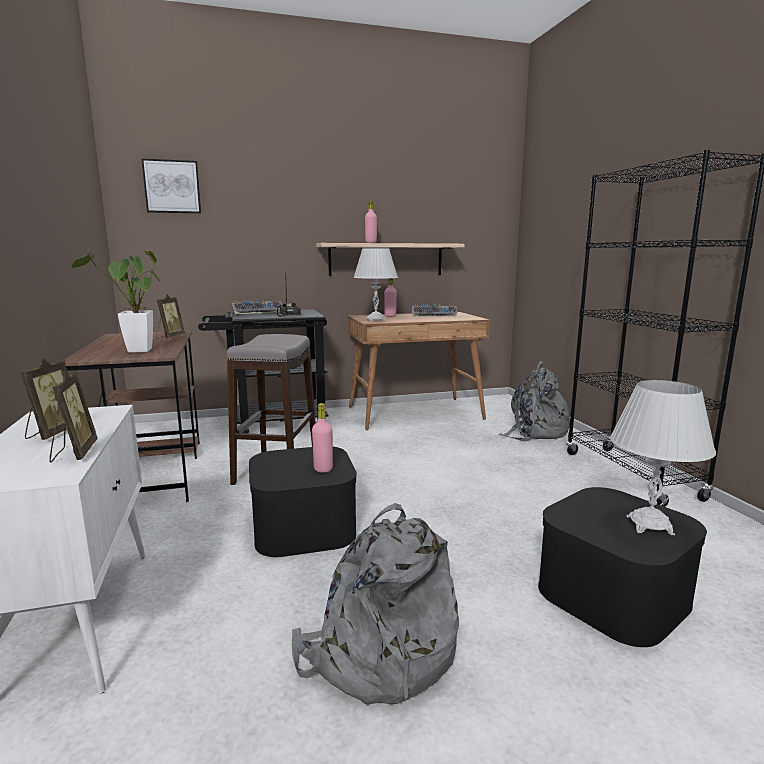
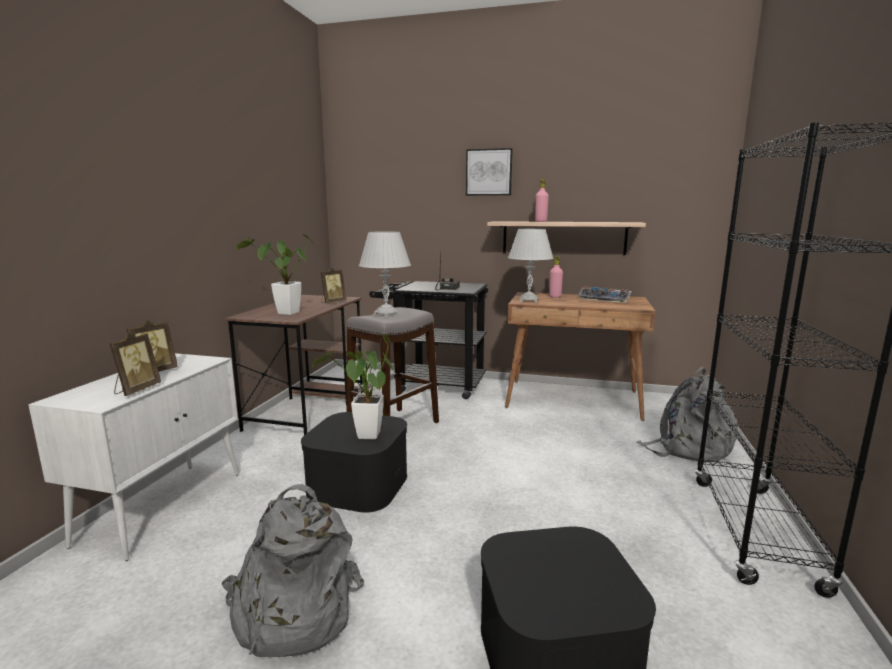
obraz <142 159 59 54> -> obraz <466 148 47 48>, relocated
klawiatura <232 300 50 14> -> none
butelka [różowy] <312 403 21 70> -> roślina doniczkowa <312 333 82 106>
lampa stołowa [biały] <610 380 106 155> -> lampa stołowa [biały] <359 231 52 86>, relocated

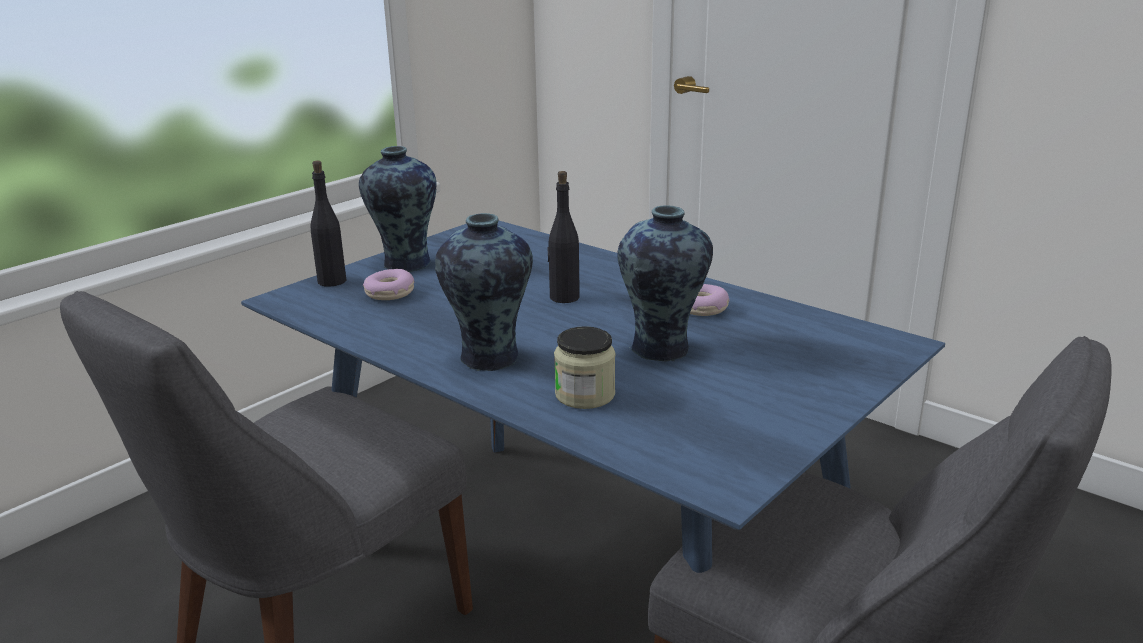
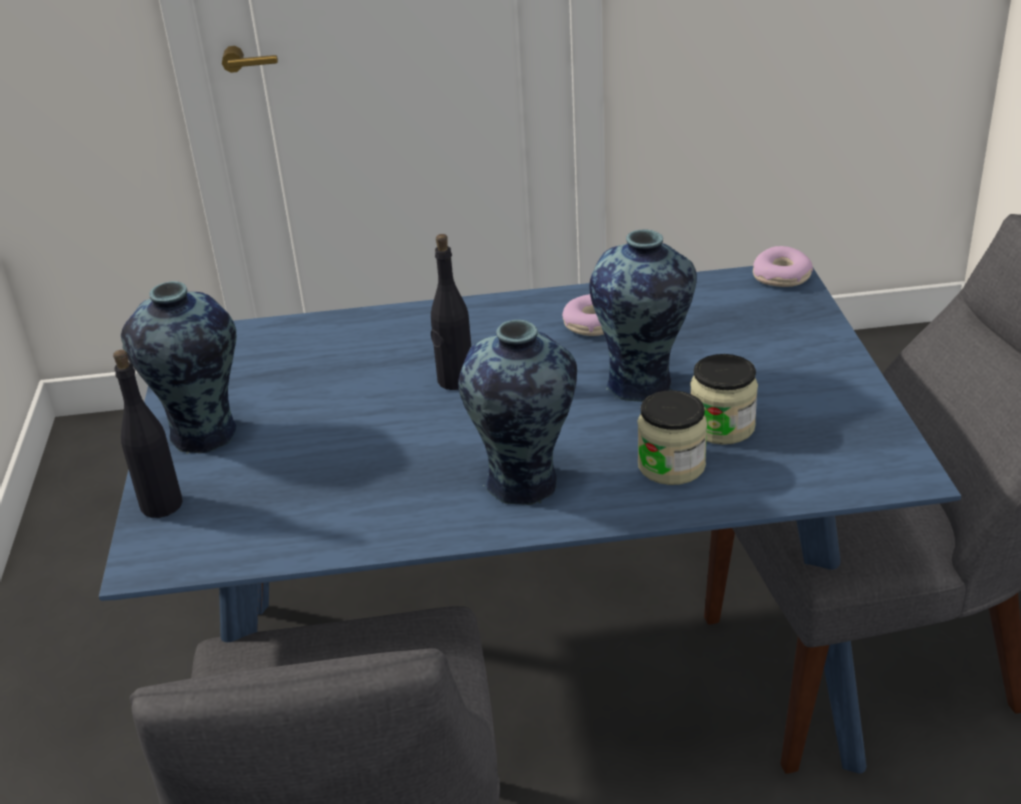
donut <363 269 51 31> -> donut <753 246 60 41>, relocated
none -> słoik <690 354 68 91>

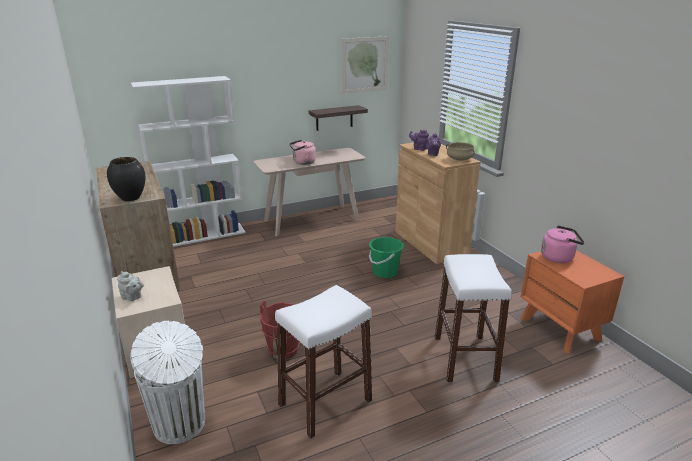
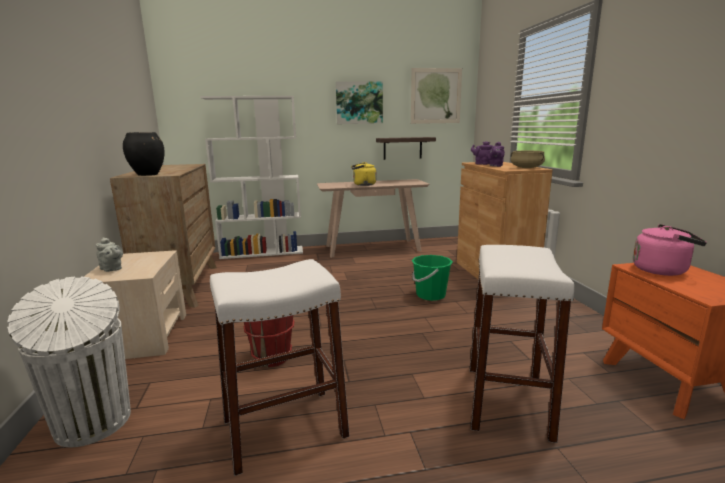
czajnik [różowy] <289 140 27 25> -> czajnik [żółty] <351 162 25 24>
none -> obraz <336 81 47 43>

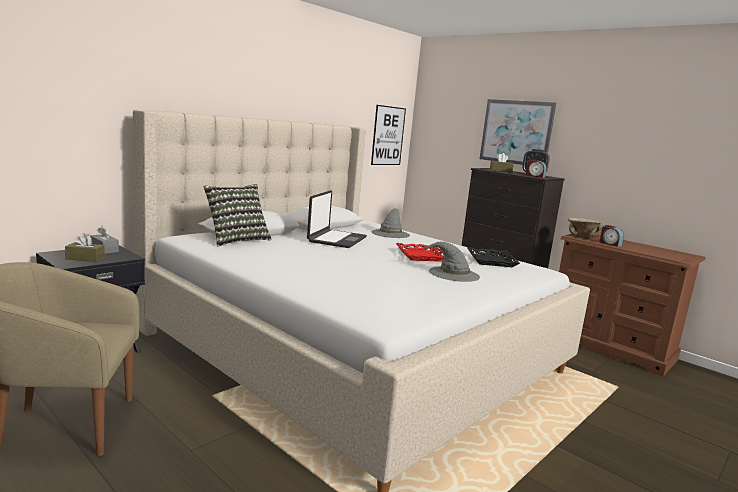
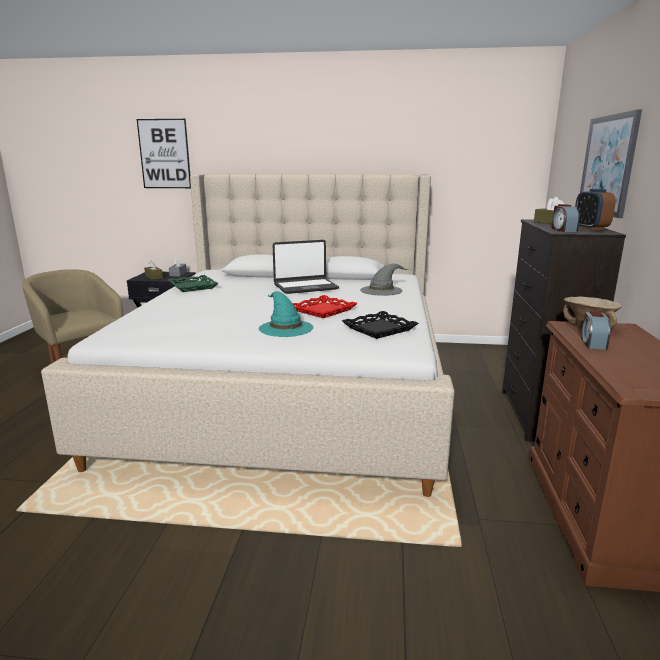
poduszka <203 184 69 63> -> none
obraz <371 105 35 60> -> obraz <137 119 54 69>, relocated
kapelusz [szary] <421 242 59 40> -> kapelusz [turkusowy] <259 291 54 46>
none -> taca [zielony] <168 275 51 17>

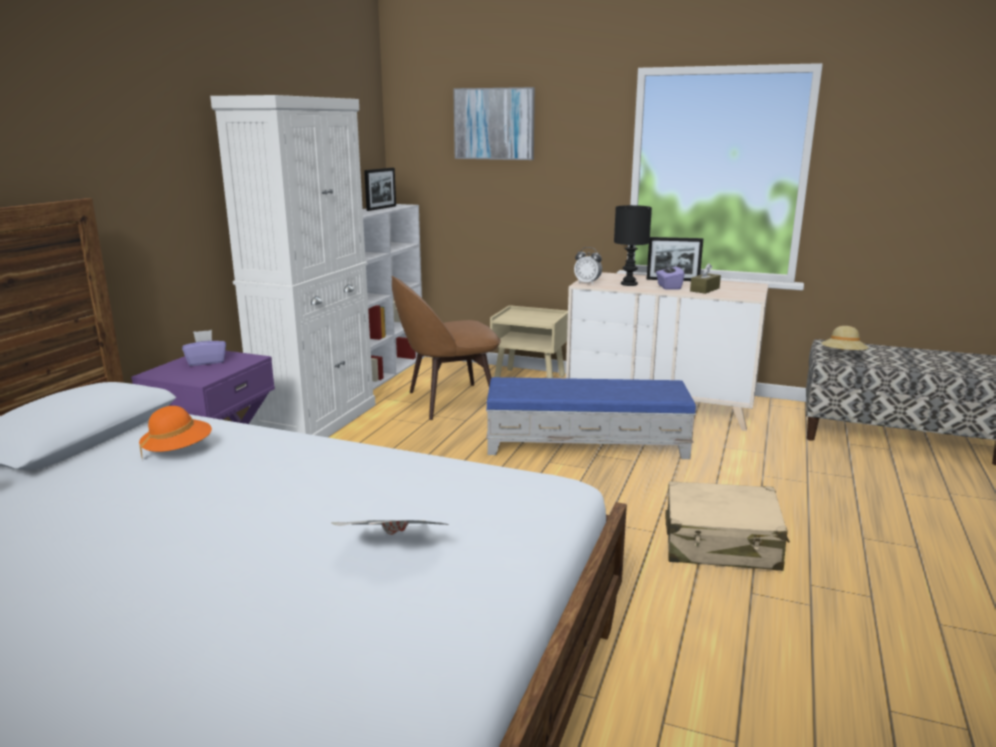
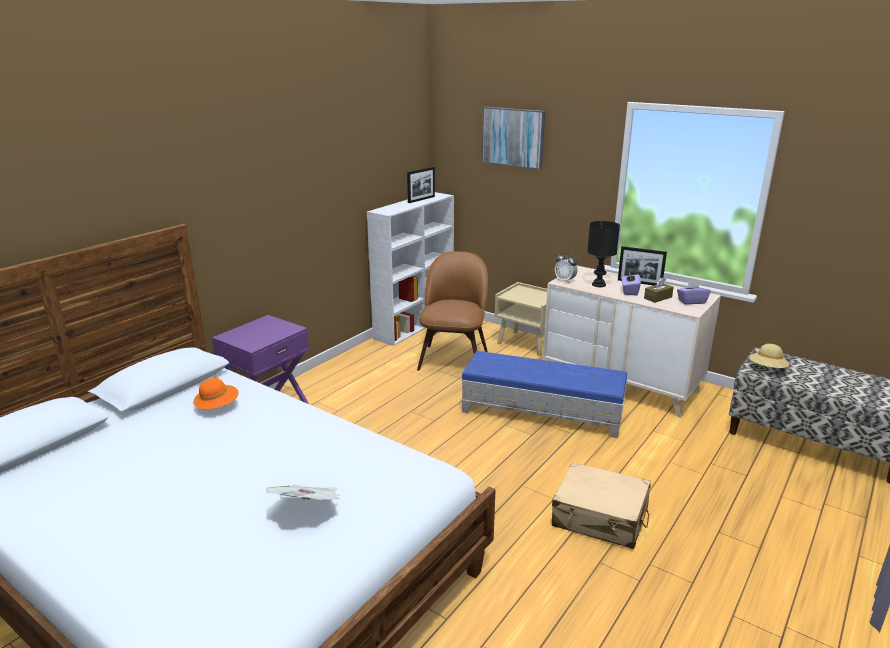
pudełko chusteczek [fioletowy] <182 330 44 36> -> pudełko chusteczek [fioletowy] <677 280 34 25>, relocated
szafka [biały] <210 95 166 342> -> none
krzesło [brązowy] <391 276 110 144> -> krzesło [brązowy] <417 251 71 120>, 105 degrees clockwise

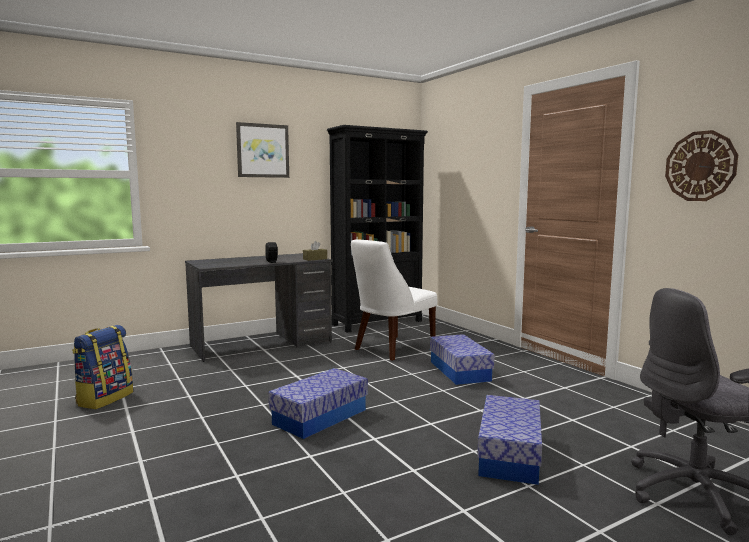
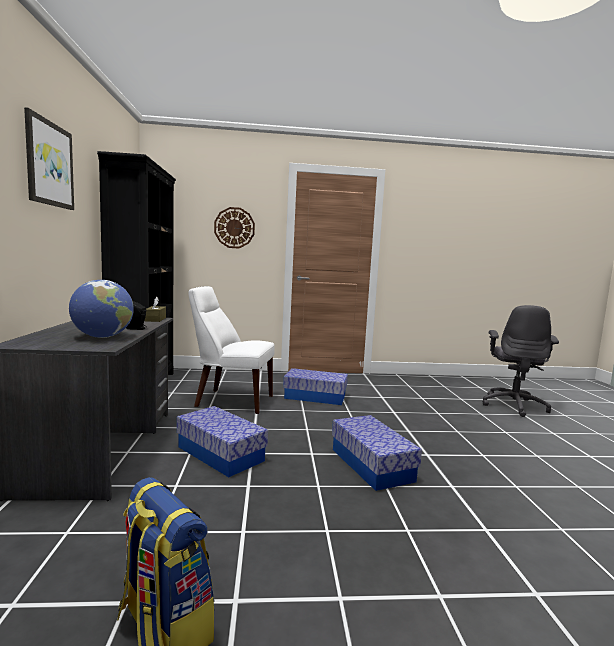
krzesło [biały] <351 239 86 122> -> krzesło [biały] <189 286 86 128>, 120 degrees clockwise
pojemnik do przechowywania <477 395 65 90> -> pojemnik do przechowywania <177 406 91 71>, relocated
zegar ścienny <665 130 73 71> -> zegar ścienny <214 207 41 42>, relocated
none -> globus <69 280 65 58>

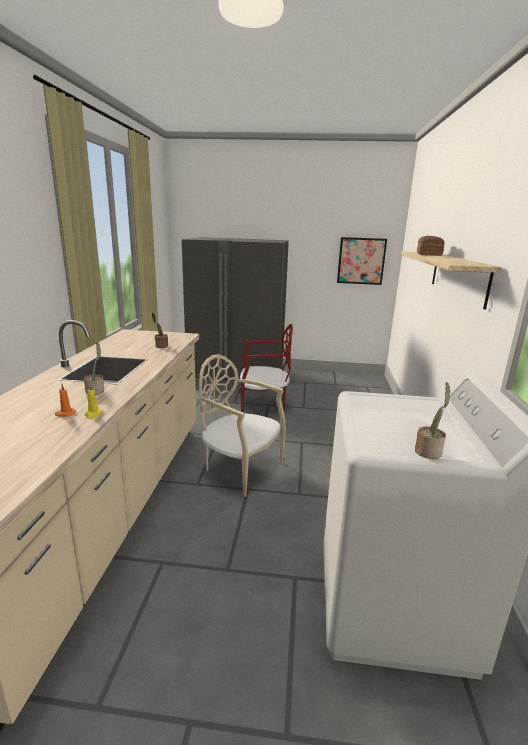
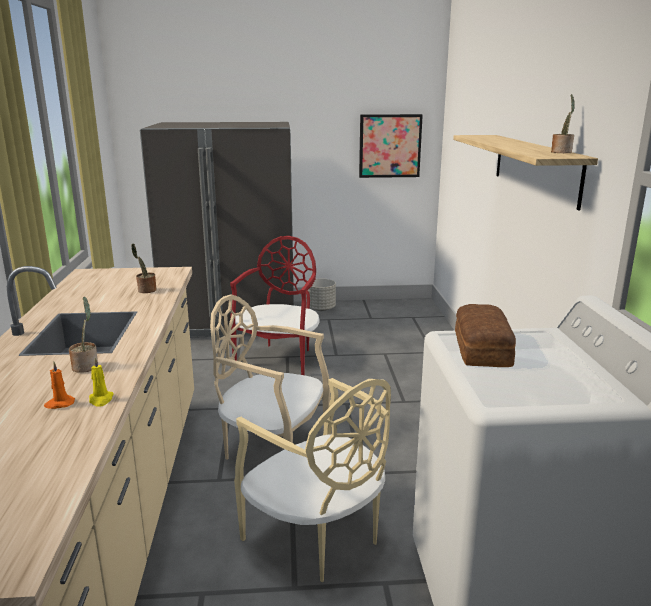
krzesło [czerwony] <240 324 53 88> -> krzesło [czerwony] <230 236 90 139>, 60 degrees counterclockwise
roślina doniczkowa <415 382 36 77> -> roślina doniczkowa <551 94 24 59>, relocated
chleb <417 236 28 20> -> chleb <455 304 61 63>, relocated
none -> krzesło [beżowy] <234 378 157 204>
none -> donica [szary] <308 279 28 32>

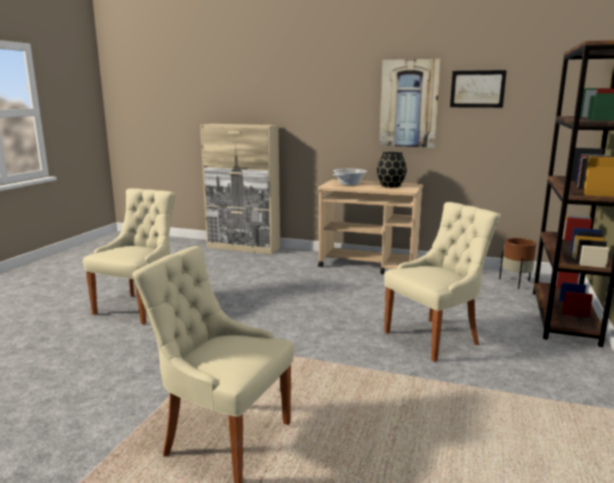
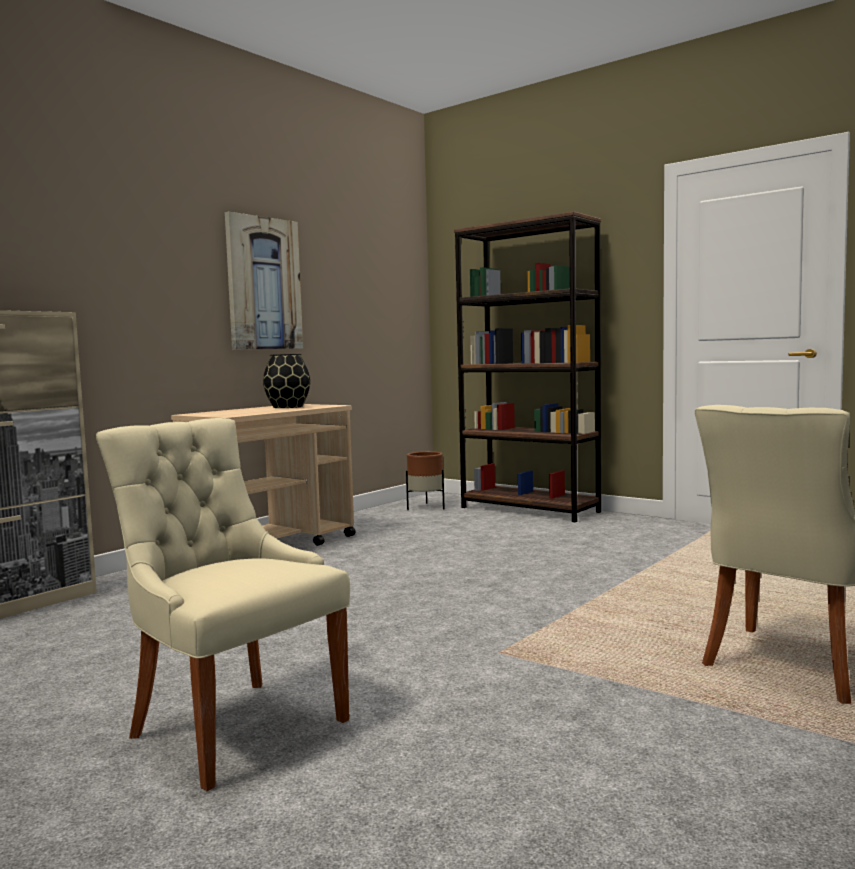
garnek <333 169 34 17> -> none
krzesło [beżowy] <384 202 117 160> -> none
obraz <450 70 57 38> -> none

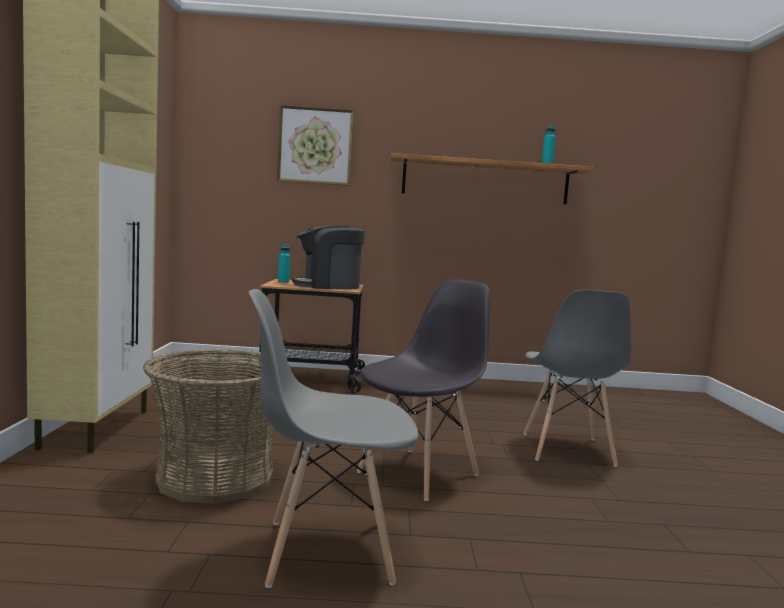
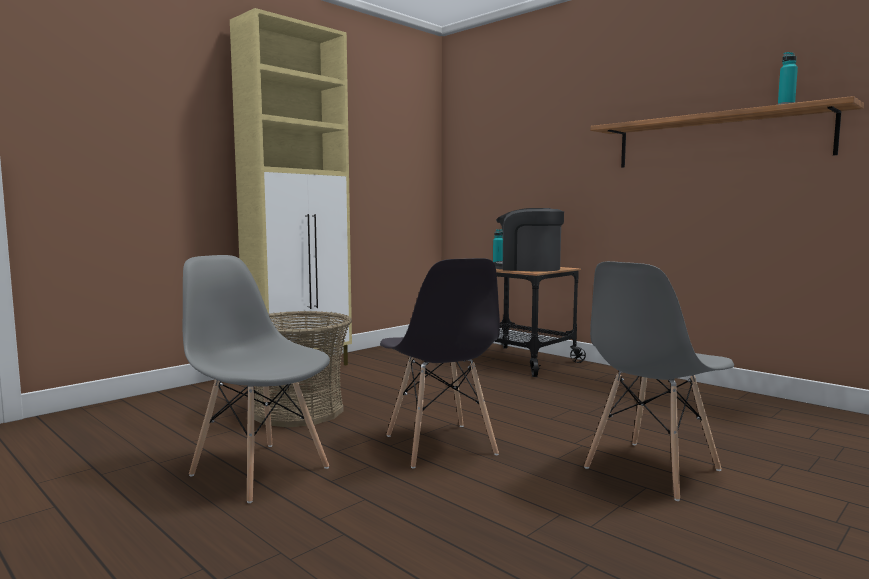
obraz <277 105 77 81> -> none
krzesło [szary] <357 279 133 222> -> krzesło [szary] <380 258 120 211>, 75 degrees clockwise

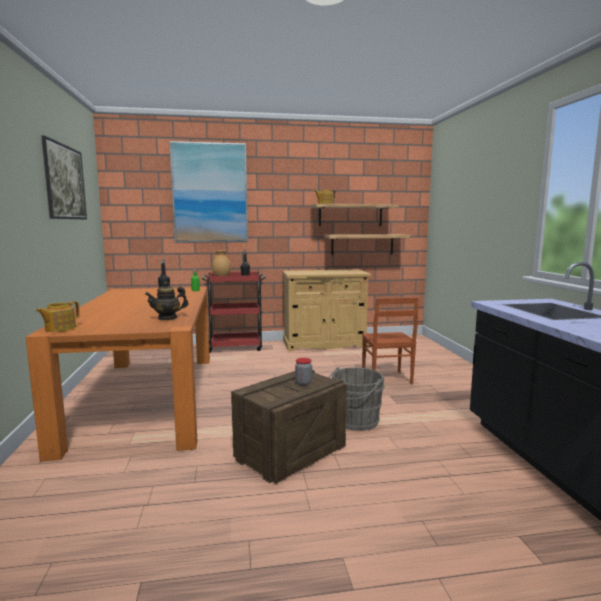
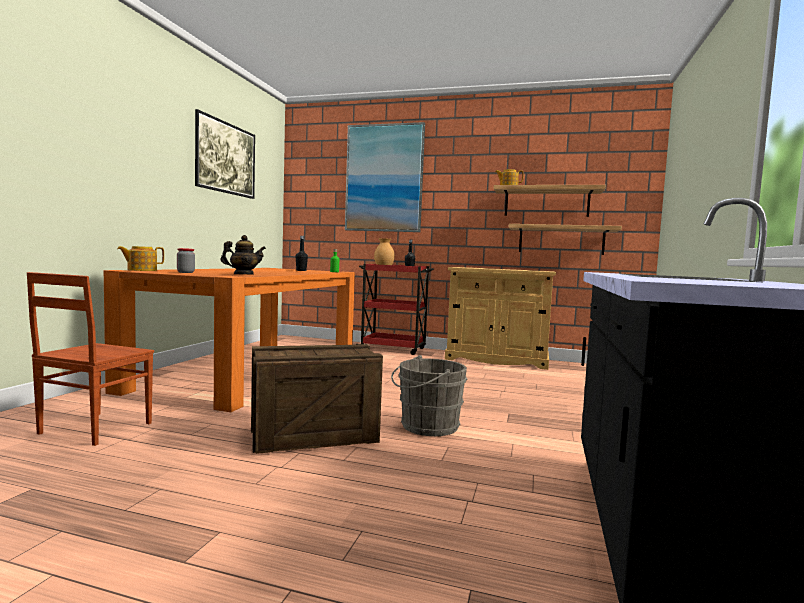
imbryk <145 281 43 39> -> imbryk <221 235 45 39>, 150 degrees clockwise
słoik <295 358 17 27> -> słoik <177 248 18 25>, relocated
krzesło [brązowy] <362 297 56 88> -> krzesło [brązowy] <27 272 127 174>, relocated

